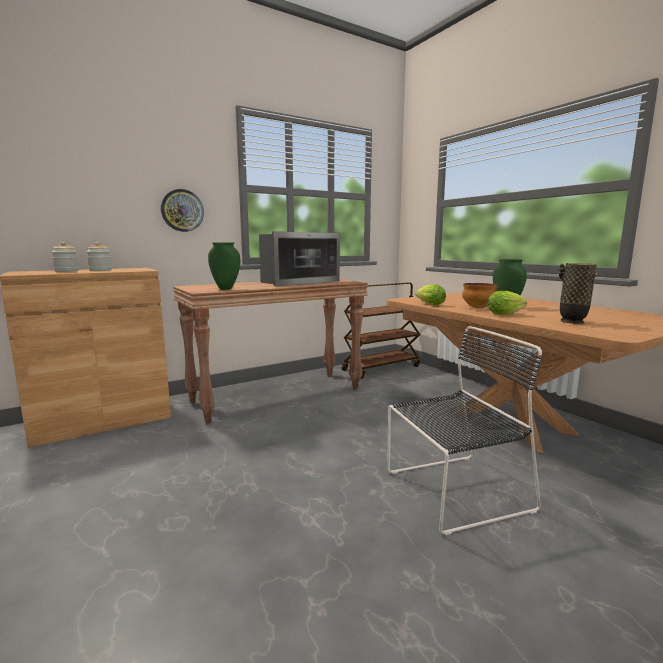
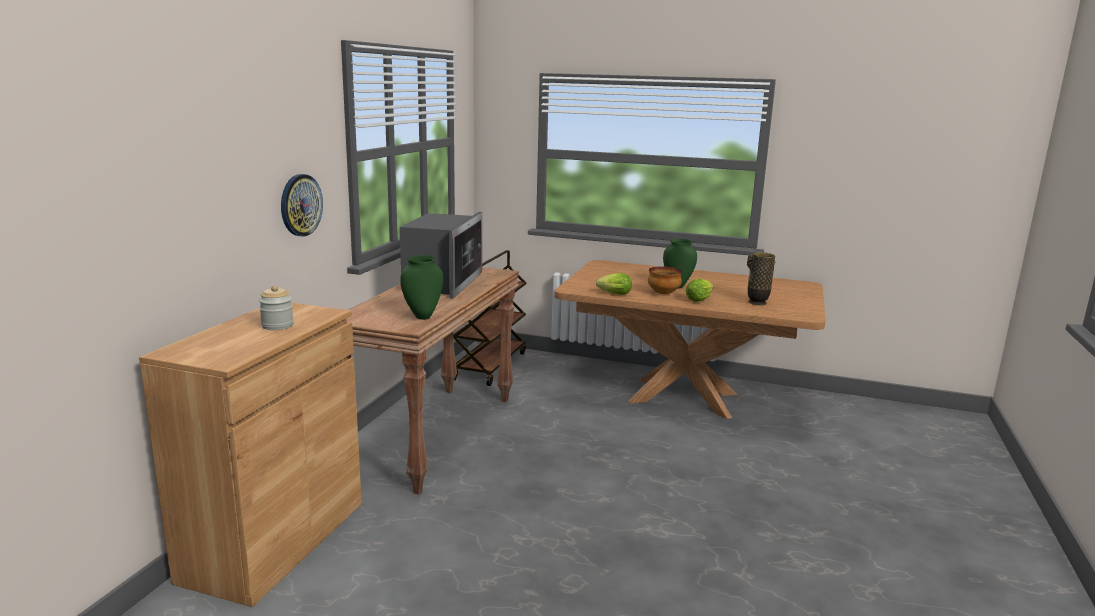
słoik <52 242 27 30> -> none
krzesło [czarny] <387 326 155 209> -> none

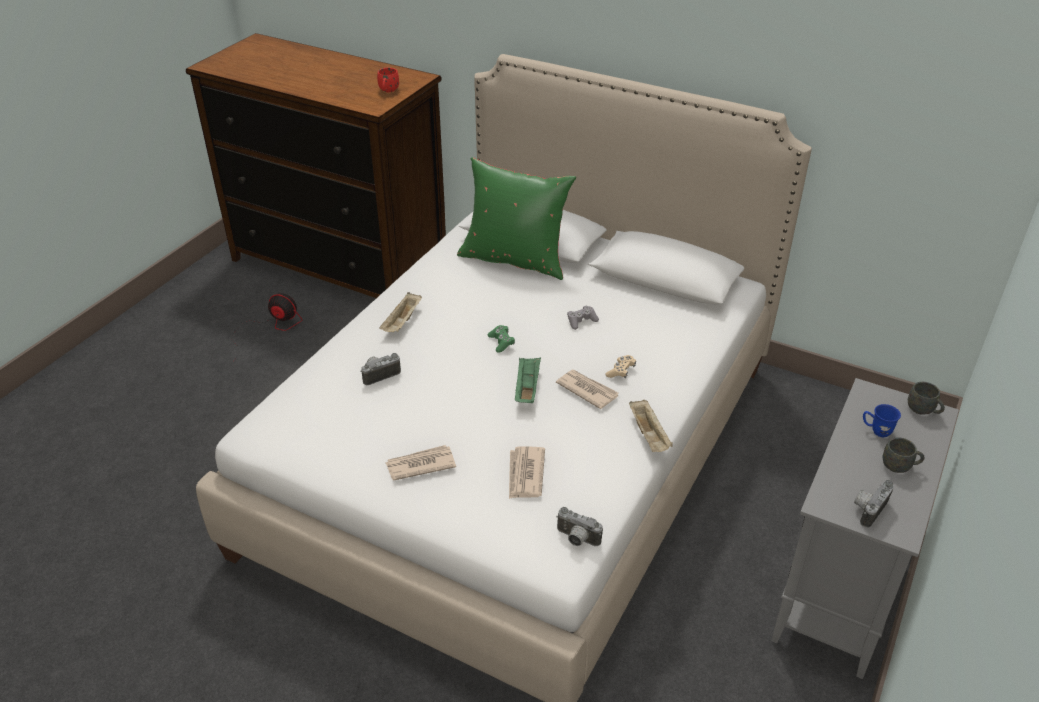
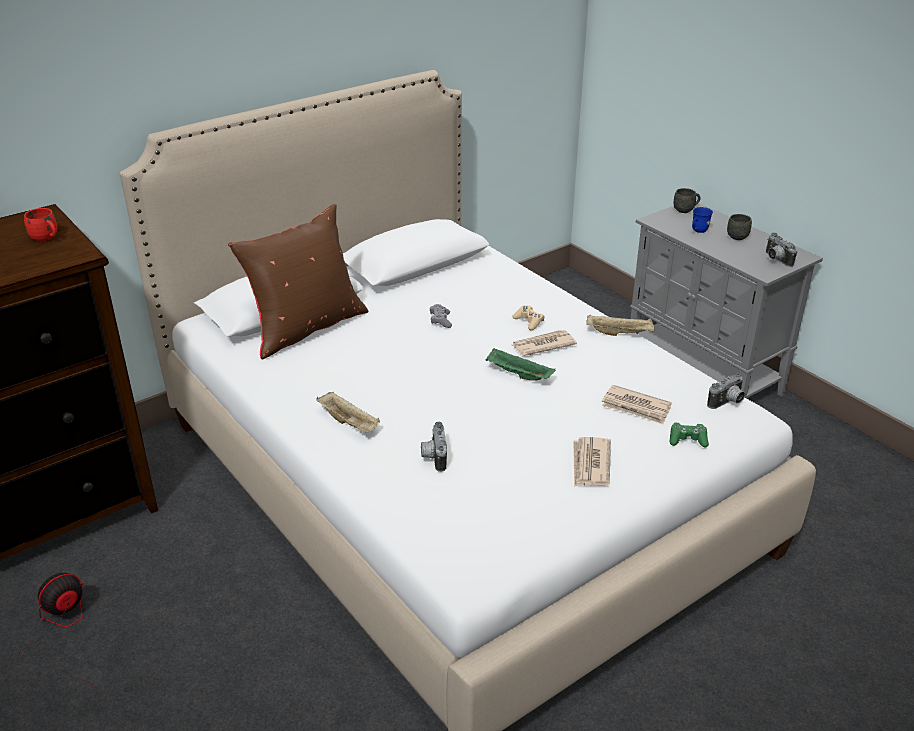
poduszka [zielony] <457 157 119 123> -> poduszka [brązowy] <228 204 140 155>
pad do gier [zielony] <488 325 27 28> -> pad do gier [zielony] <669 423 40 25>, relocated

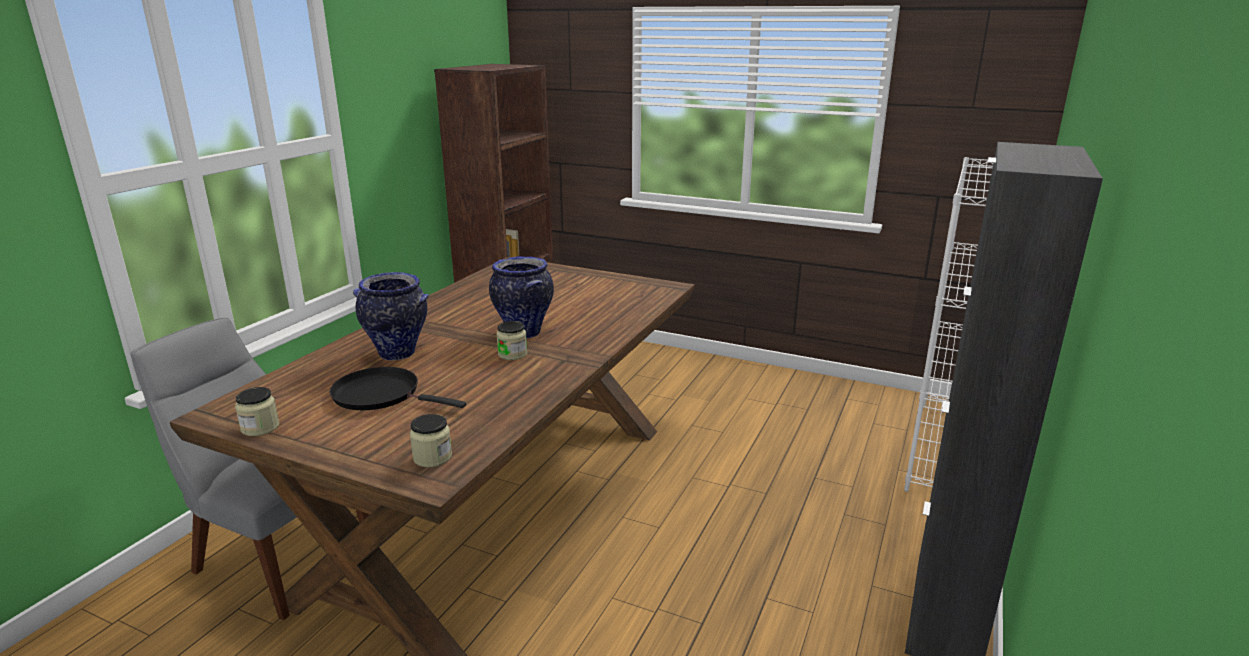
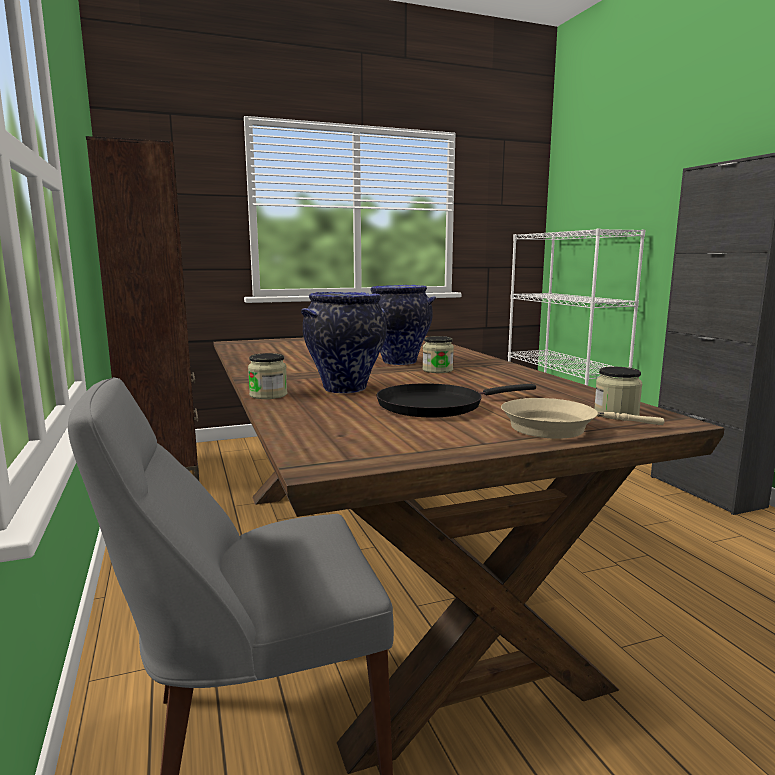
słoik <235 387 44 49> -> słoik <248 353 39 46>, relocated
none -> patelnia [beżowy] <501 398 164 41>

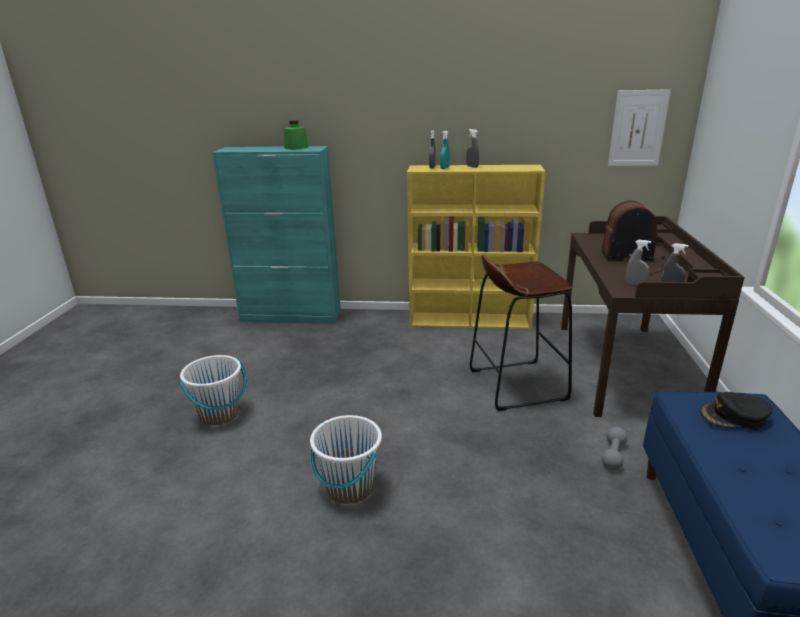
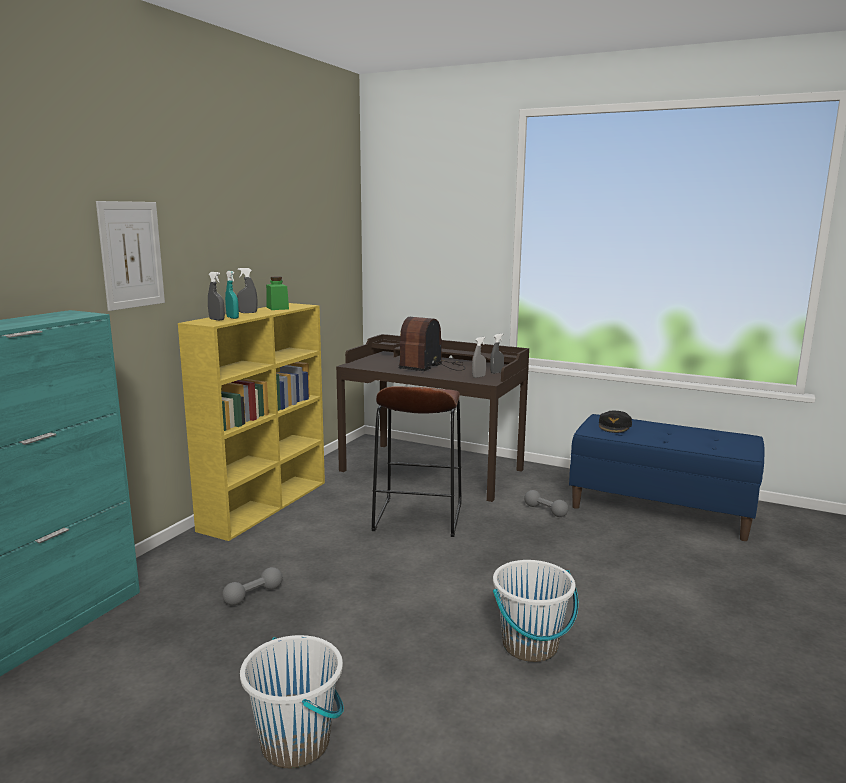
słoik [zielony] <283 120 25 30> -> słoik [zielony] <266 277 23 33>, relocated
obraz <608 89 63 77> -> obraz <96 201 69 110>, relocated
none -> hantel [szary] <222 567 61 38>

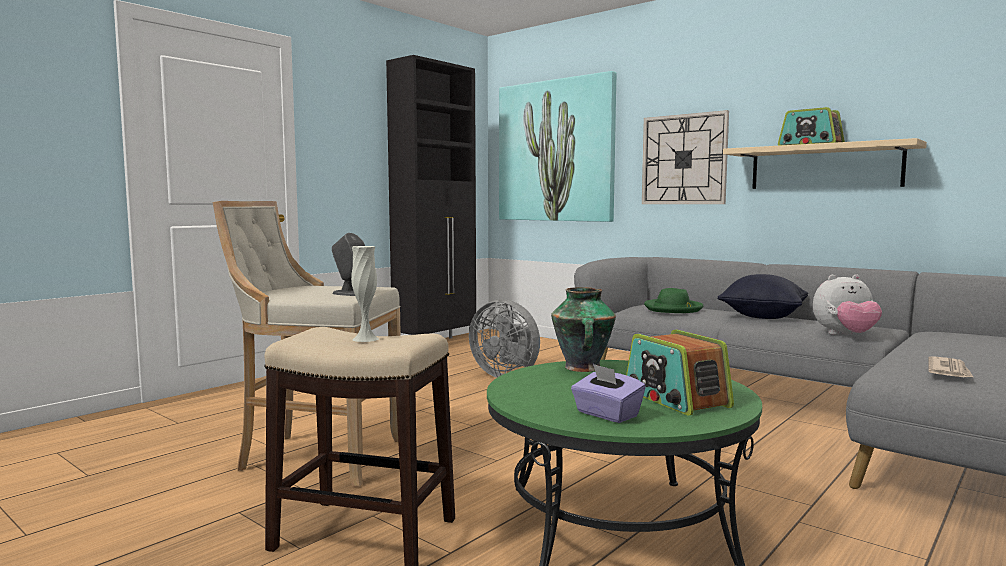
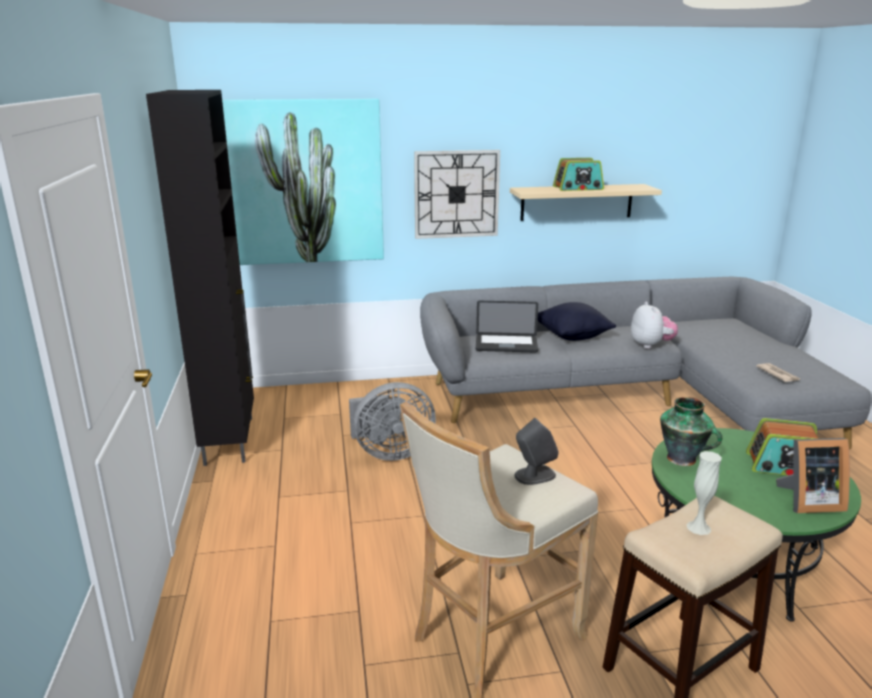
pudełko chusteczek [fioletowy] <571 364 75 59> -> ramka na zdjęcie <776 438 74 75>
kapelusz [zielony] <644 288 59 25> -> laptop <476 301 62 52>
pluszak <813 274 69 61> -> pluszak <631 301 47 48>, 45 degrees counterclockwise

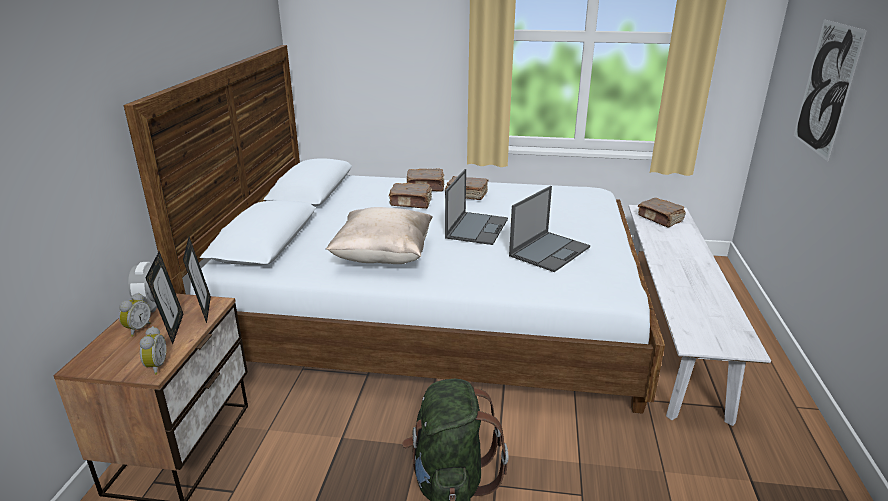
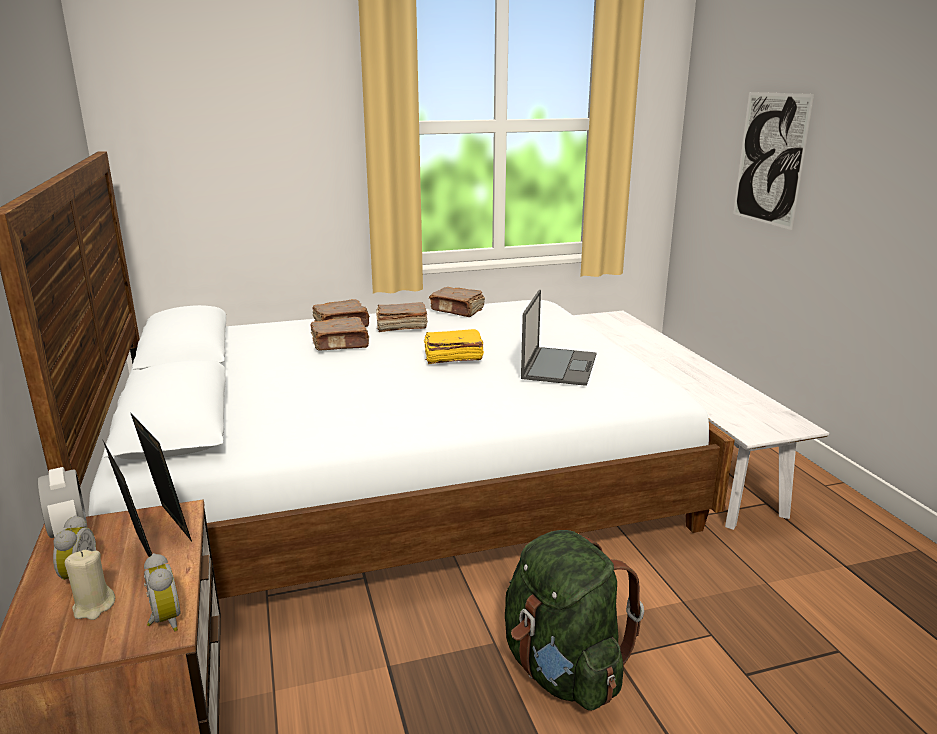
poduszka [beżowy] <326 207 106 57> -> none
laptop <445 169 63 76> -> książka [żółty] <424 329 60 35>
książka [brązowy] <638 198 48 29> -> książka [brązowy] <429 287 56 30>, relocated
none -> świeca [beżowy] <65 549 50 71>

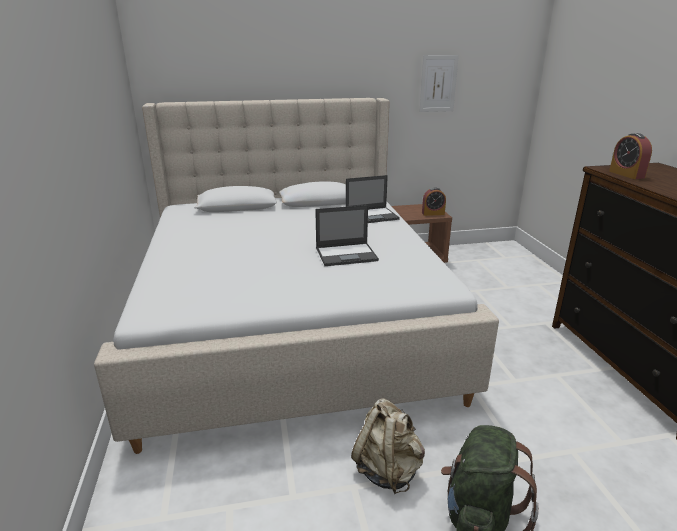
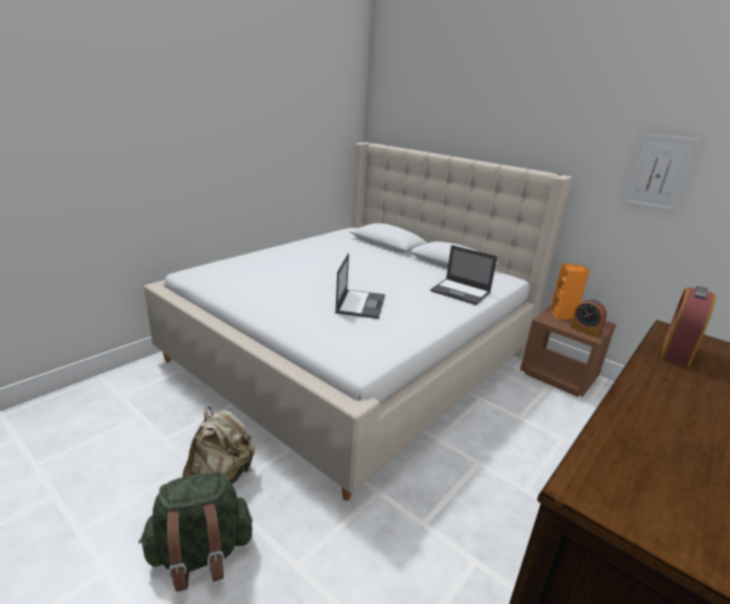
laptop <315 205 64 61> -> laptop <335 253 50 66>, 120 degrees counterclockwise
none -> głośnik [pomarańczowy] <550 263 40 56>

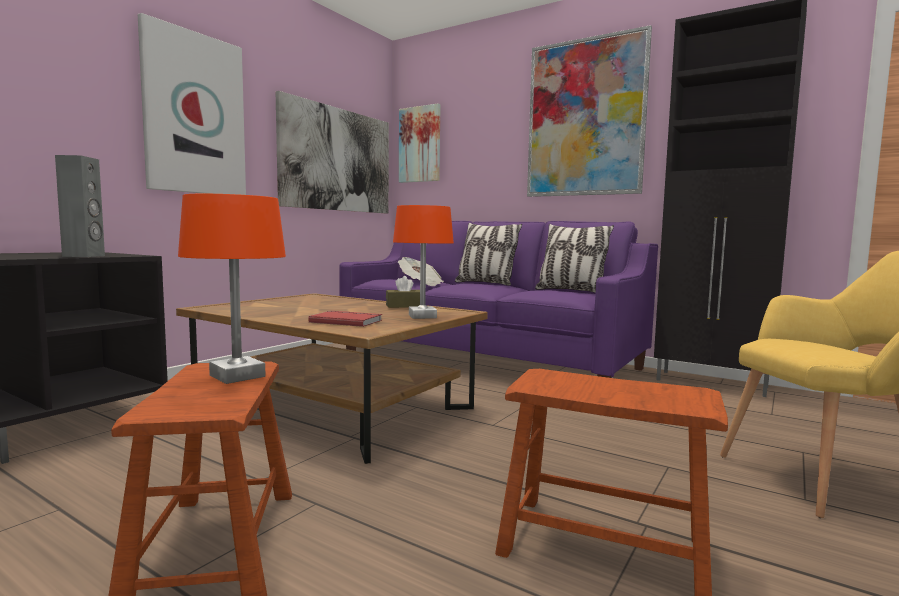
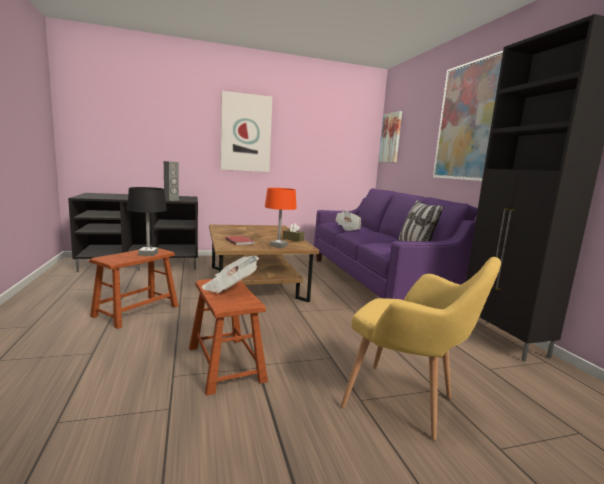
lampa stołowa [pomarańczowy] <178 194 108 190> -> lampa stołowa [czarny] <127 187 40 69>
obraz <276 91 113 122> -> none
poduszka <455 223 67 63> -> none
none -> gazeta <202 256 57 37>

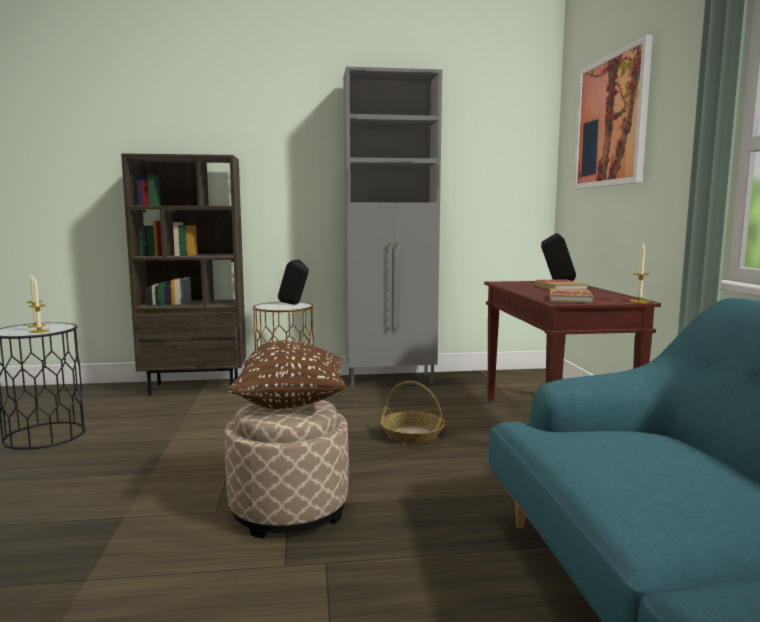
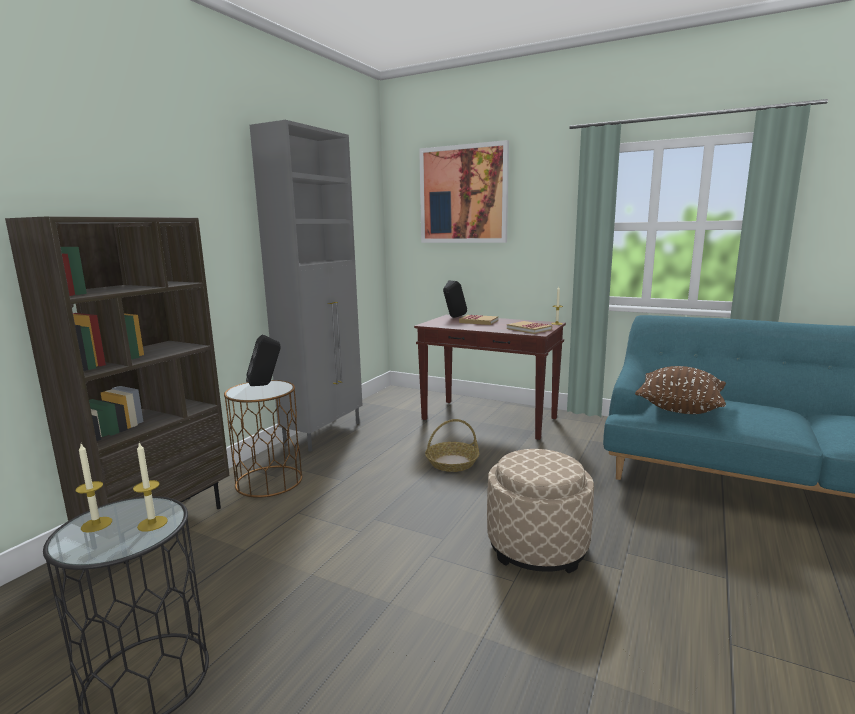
poduszka [brązowy] <228 340 118 69> -> poduszka [brązowy] <635 366 91 48>, relocated

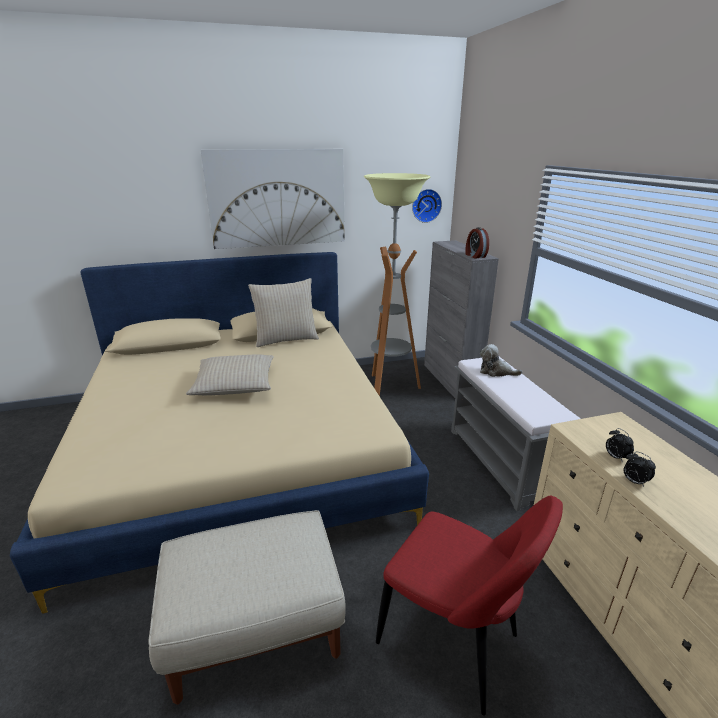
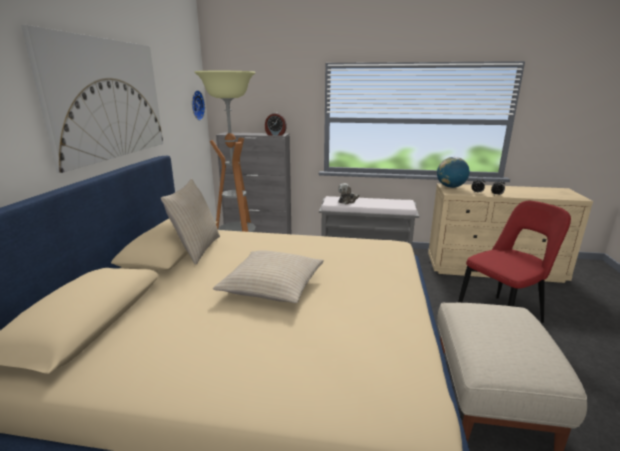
none -> globus <437 157 33 31>

